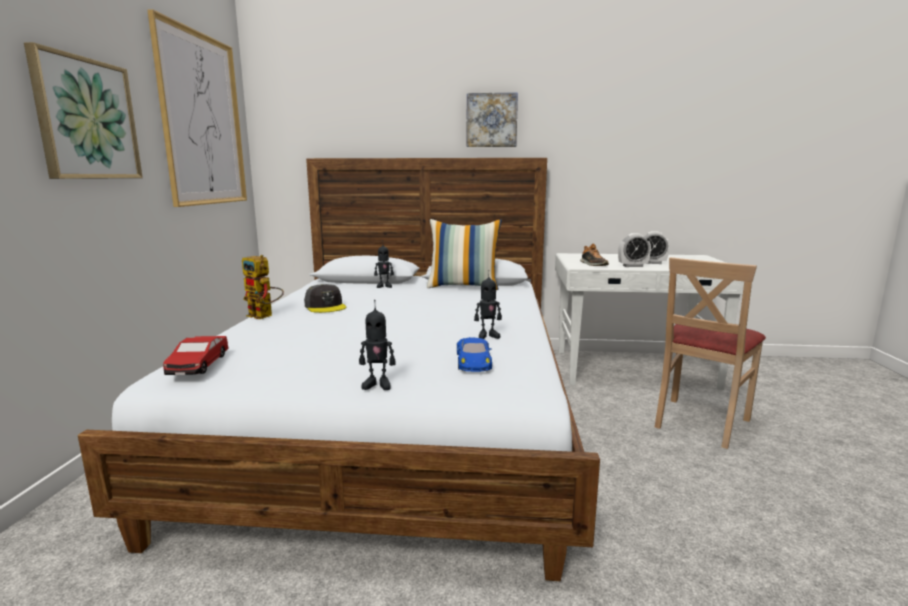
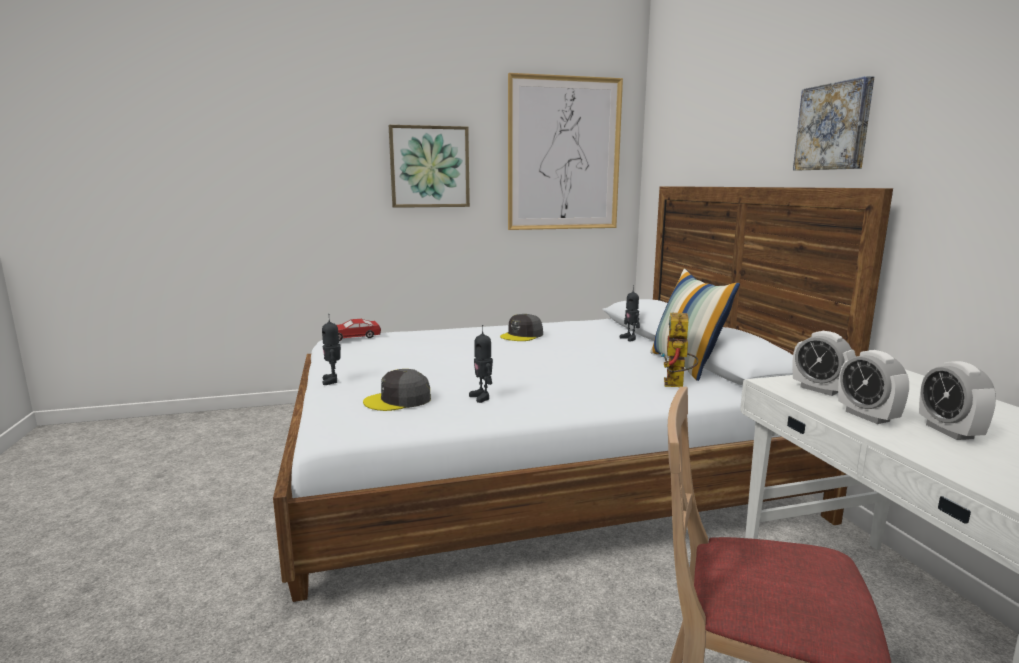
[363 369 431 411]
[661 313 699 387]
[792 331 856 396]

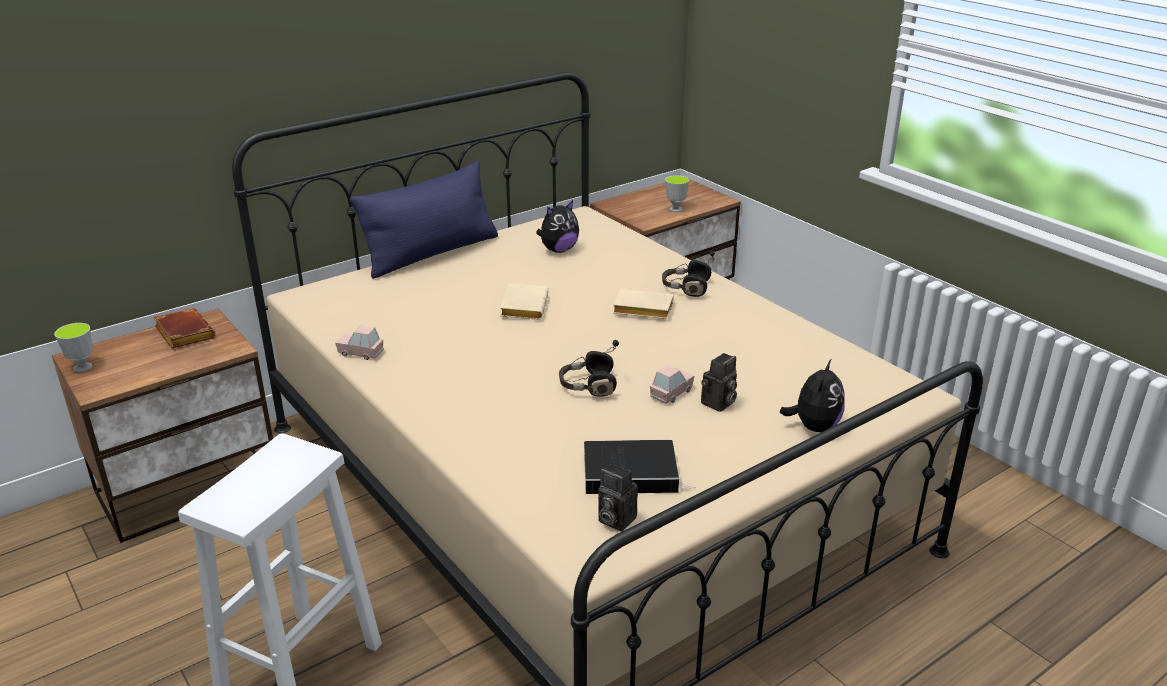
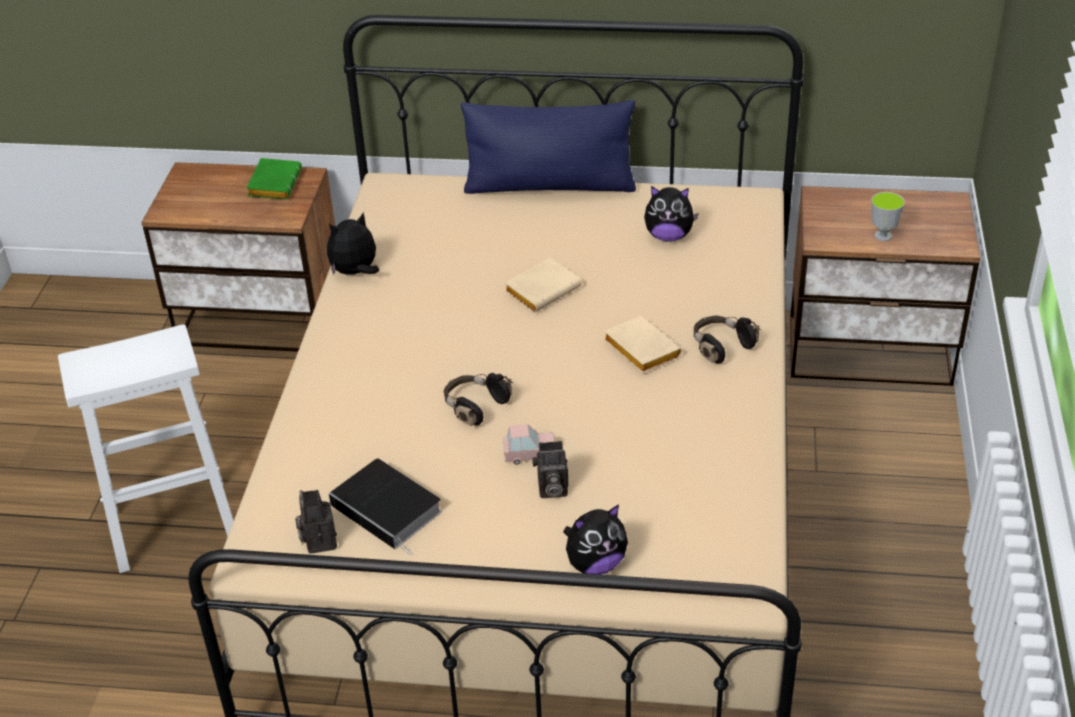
[246 158 302 200]
[327 212 379 275]
[54 323 93 372] (first image)

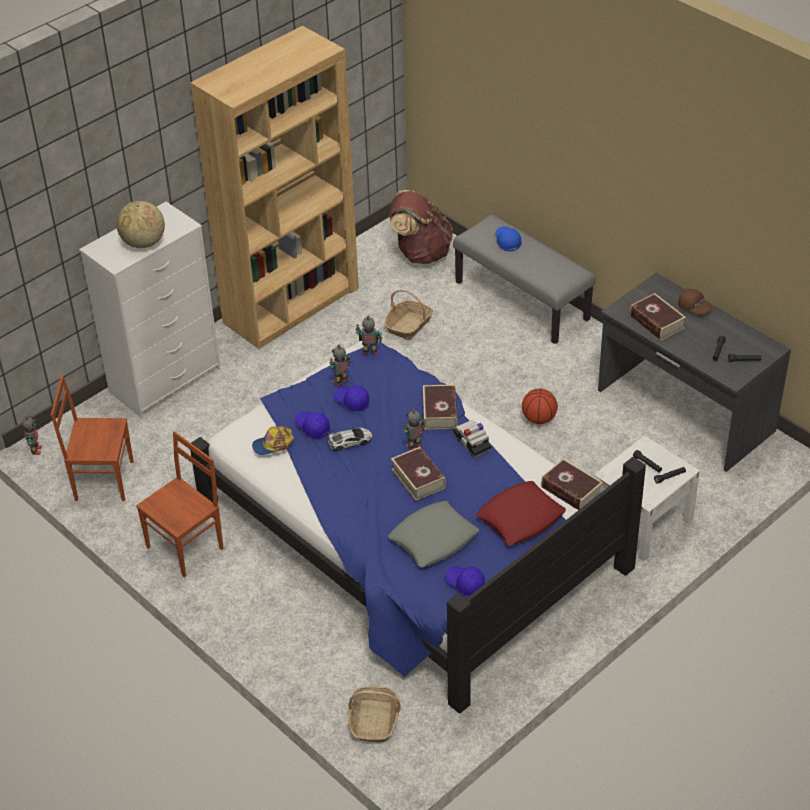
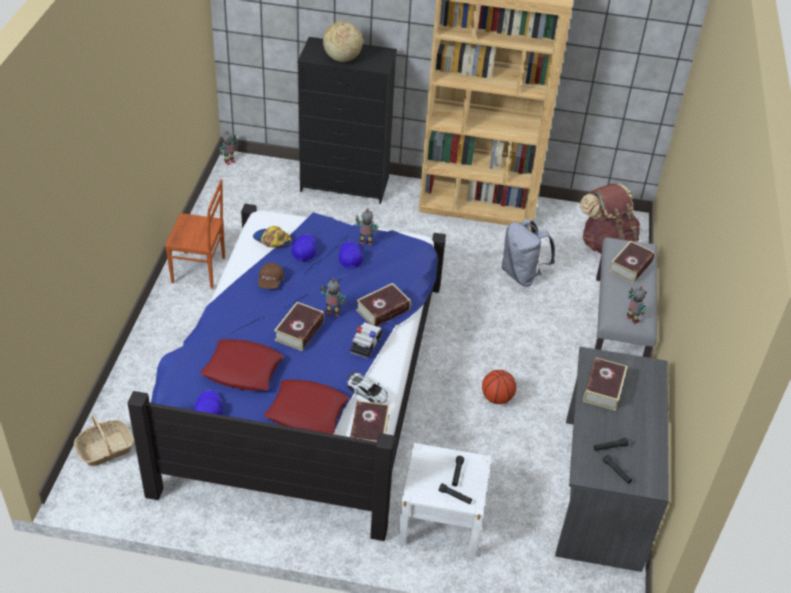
[200 339 284 391]
[258 263 284 289]
[298 37 397 204]
[347 372 388 404]
[502 219 555 286]
[609 241 655 283]
[627 286 647 324]
[51 375 133 501] (first image)

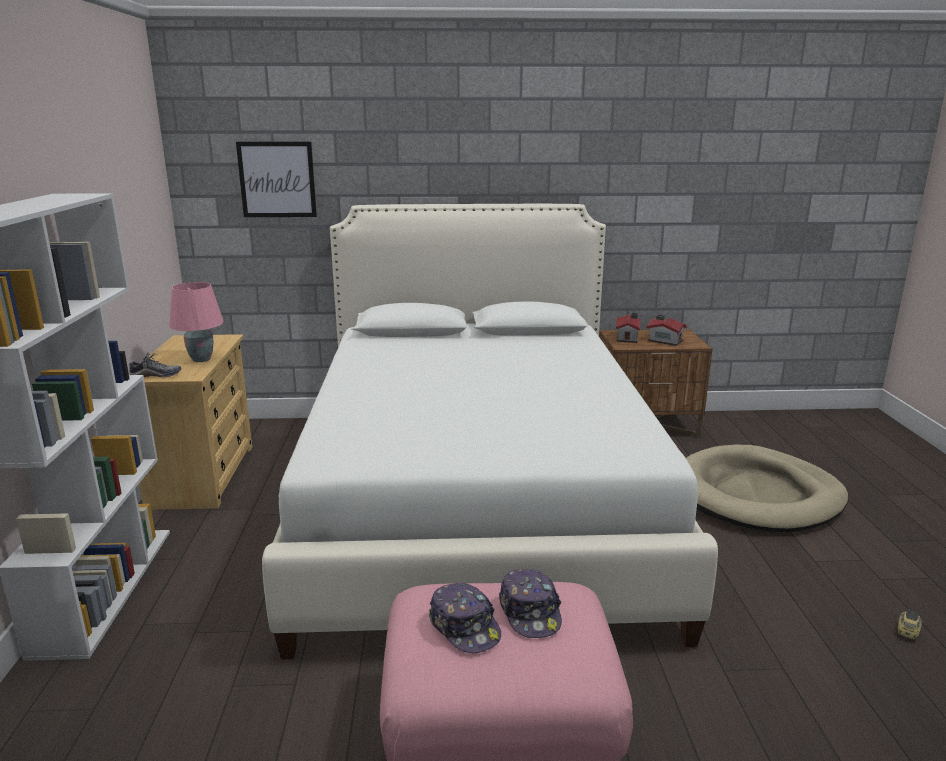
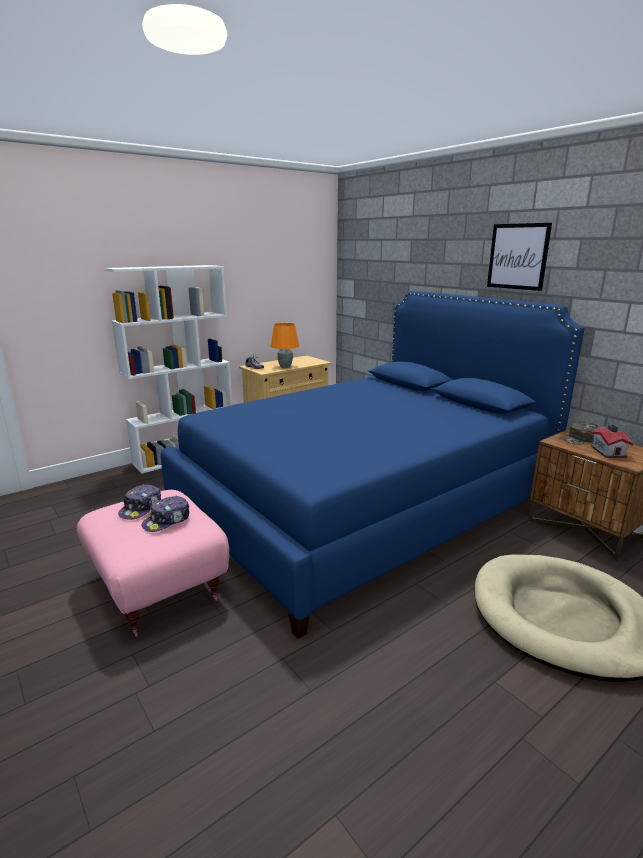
[161 291 585 638]
[271 323 299 368]
[487 223 552 291]
[559 422 600 445]
[898 609 923 640] (first image)

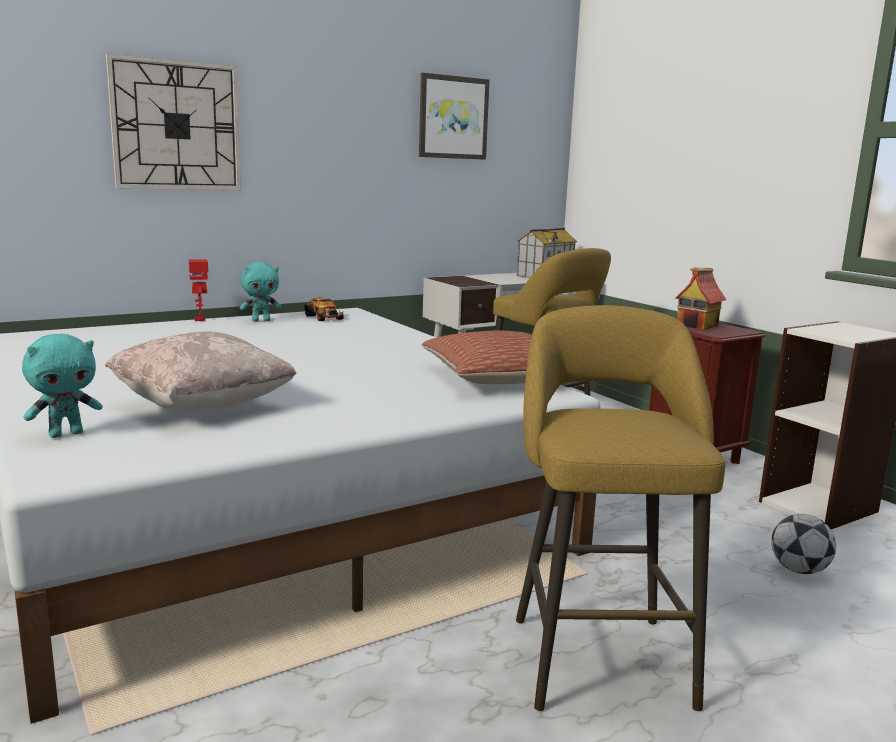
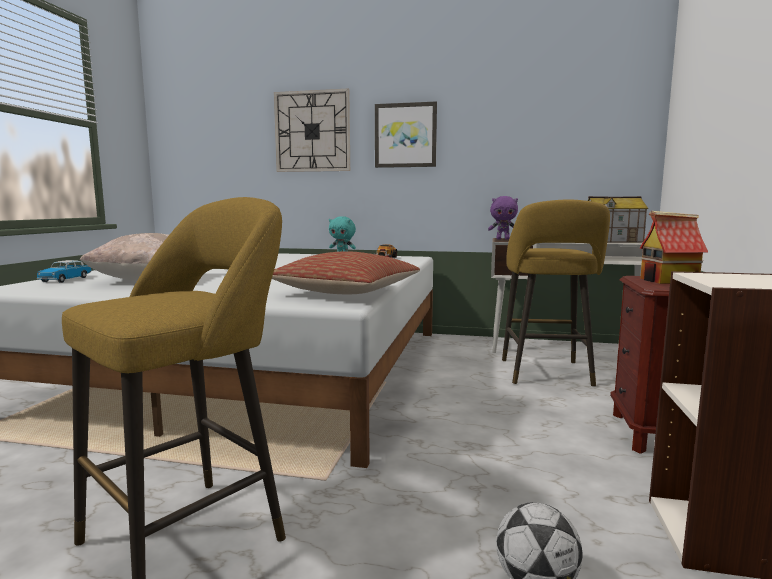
[36 260 92 283]
[375 101 437 168]
[488 196 518 240]
[188 259 208 321] (first image)

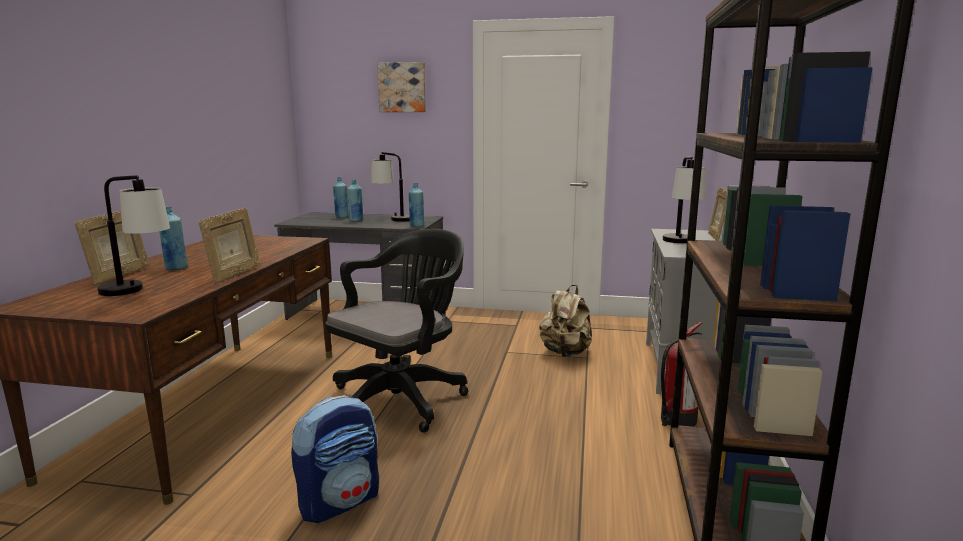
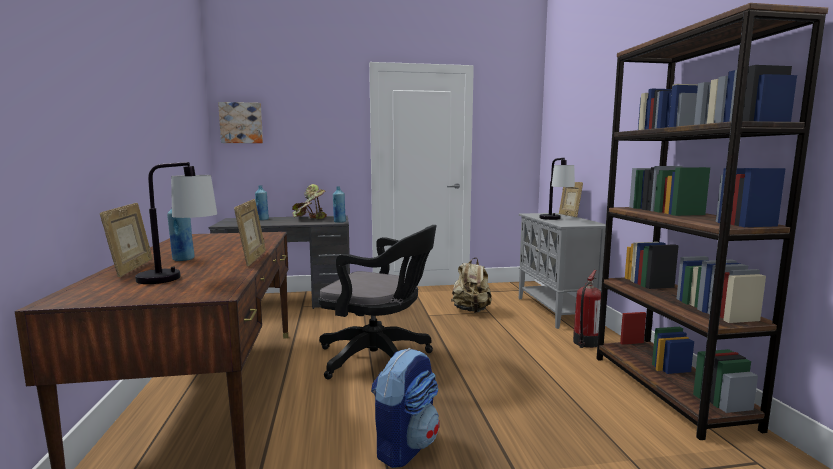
[218 102 263 143]
[292 184 327 219]
[318 225 437 380]
[347 180 363 221] (first image)

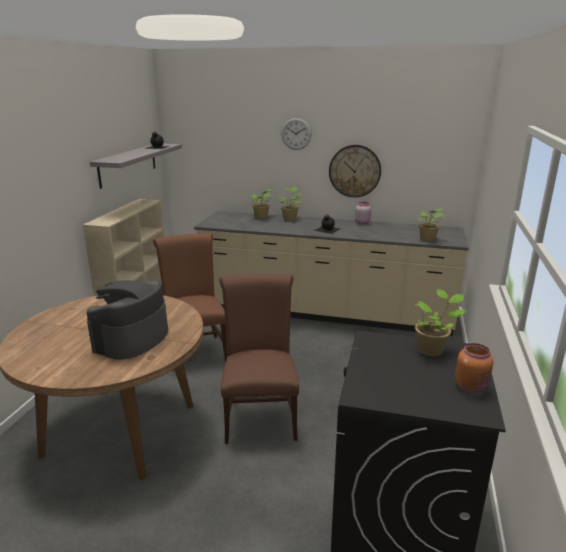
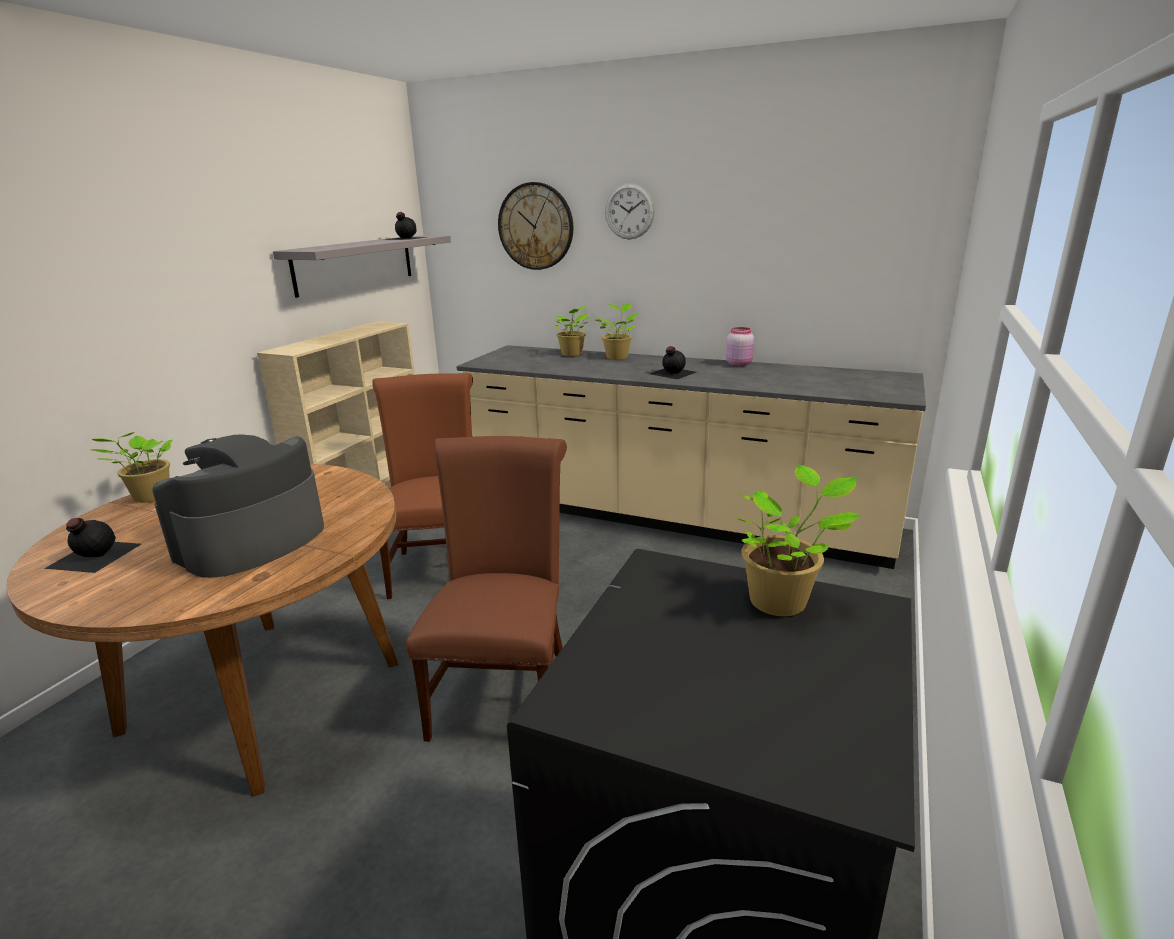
[44 518 141 573]
[92 432 173 503]
[498 182 573 270]
[455 343 493 393] (first image)

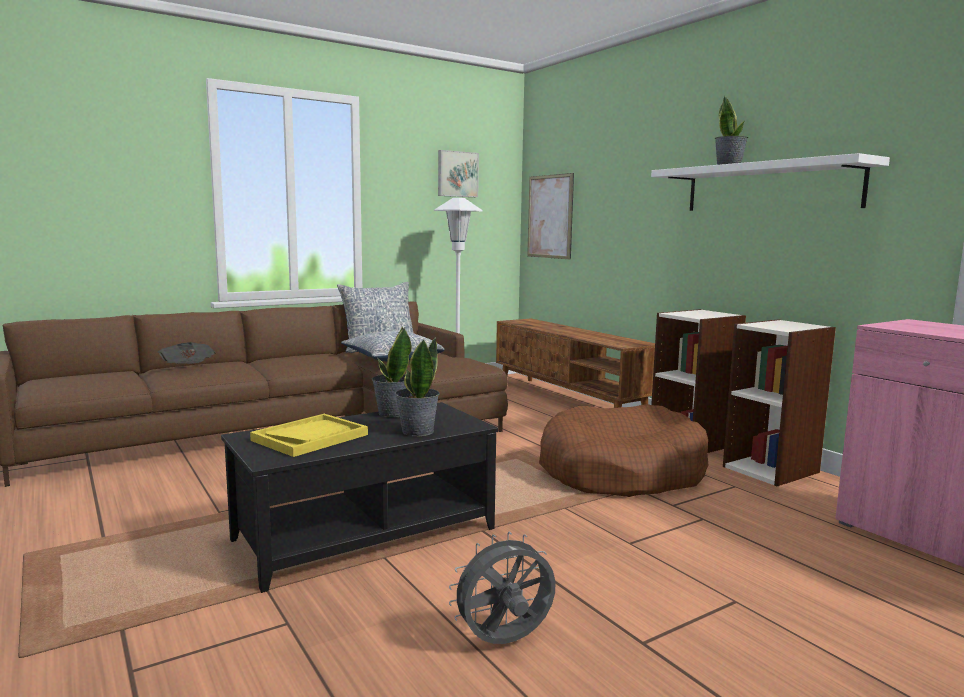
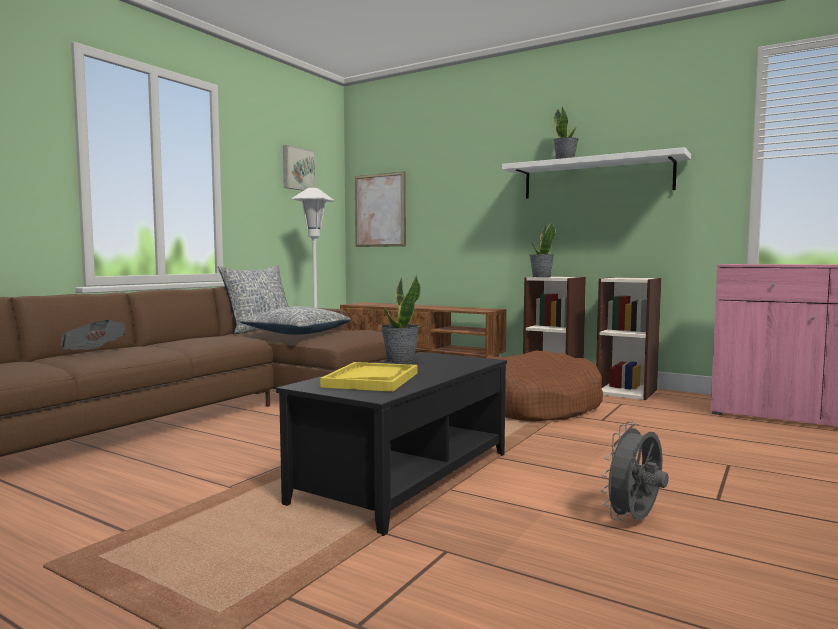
[530 222 555 277]

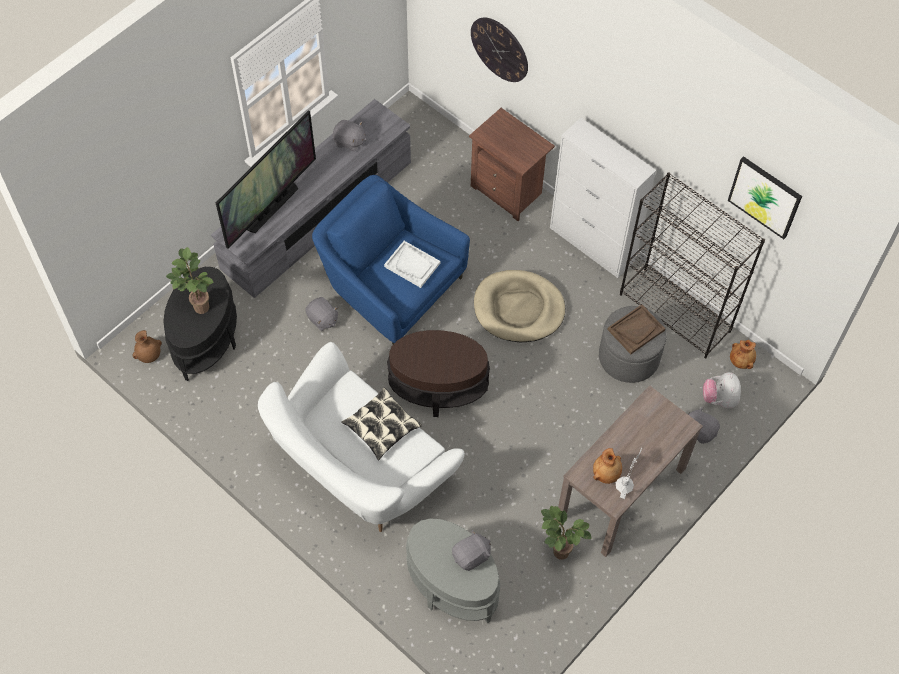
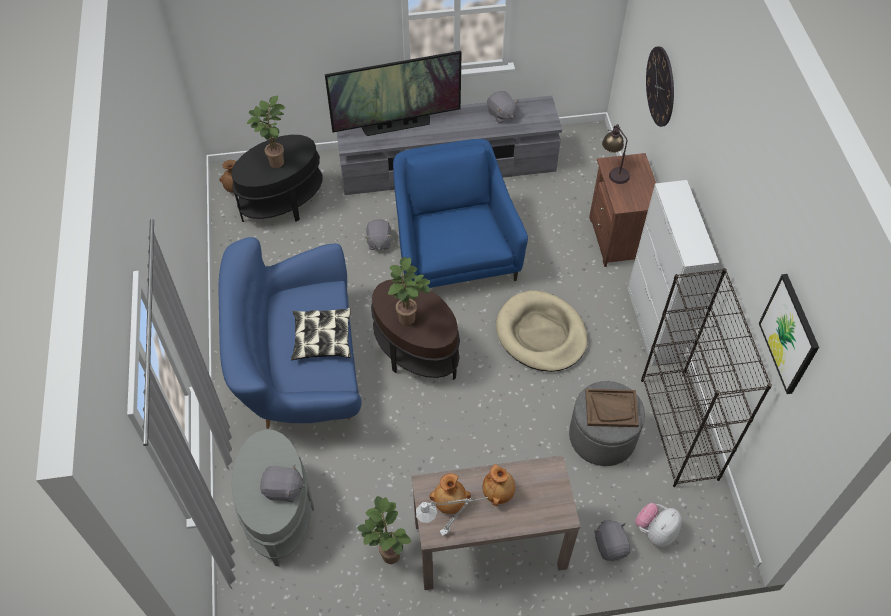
[219 237 362 429]
[388 257 430 326]
[483 464 515 506]
[602 124 630 184]
[384 241 440 288] (first image)

